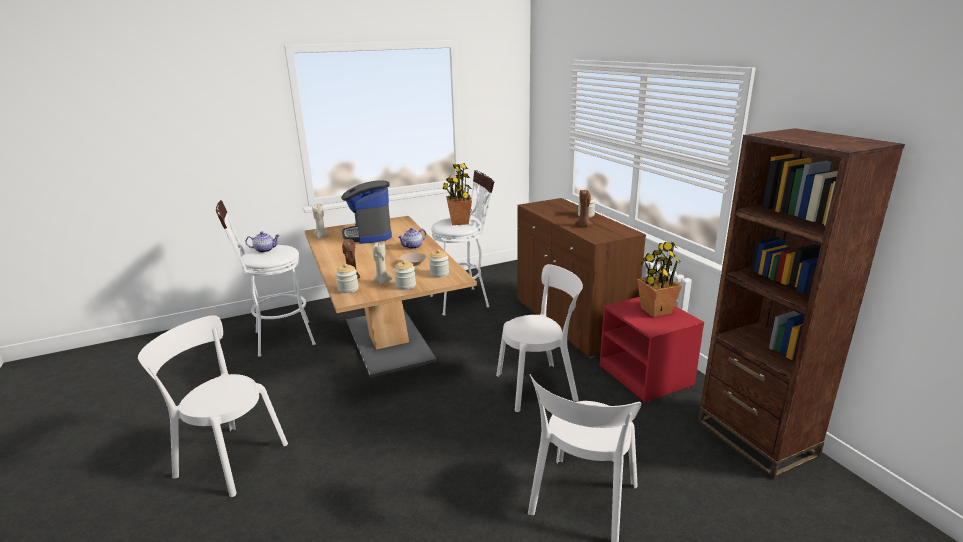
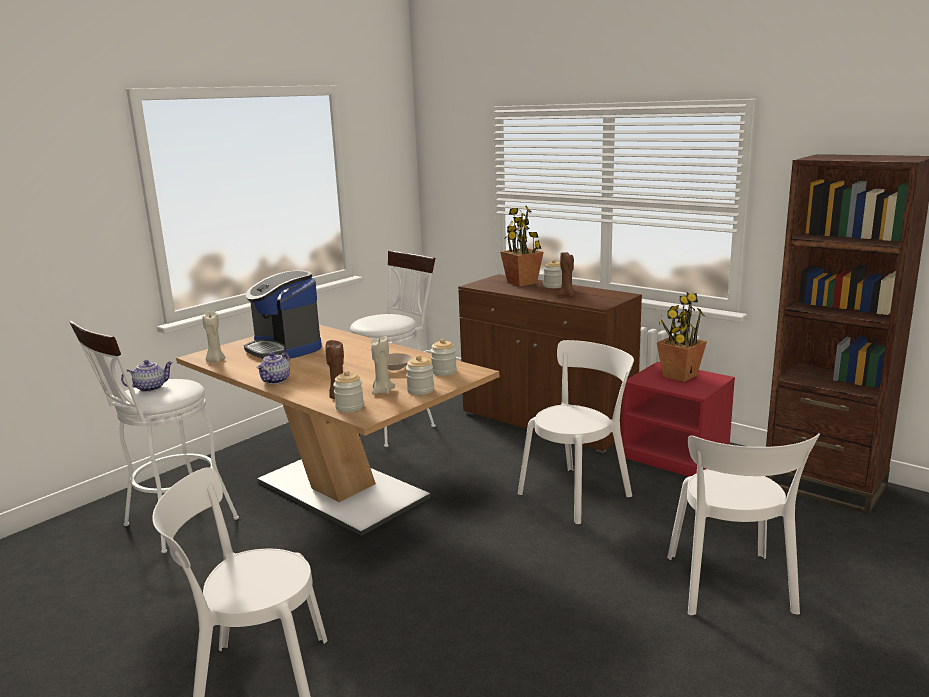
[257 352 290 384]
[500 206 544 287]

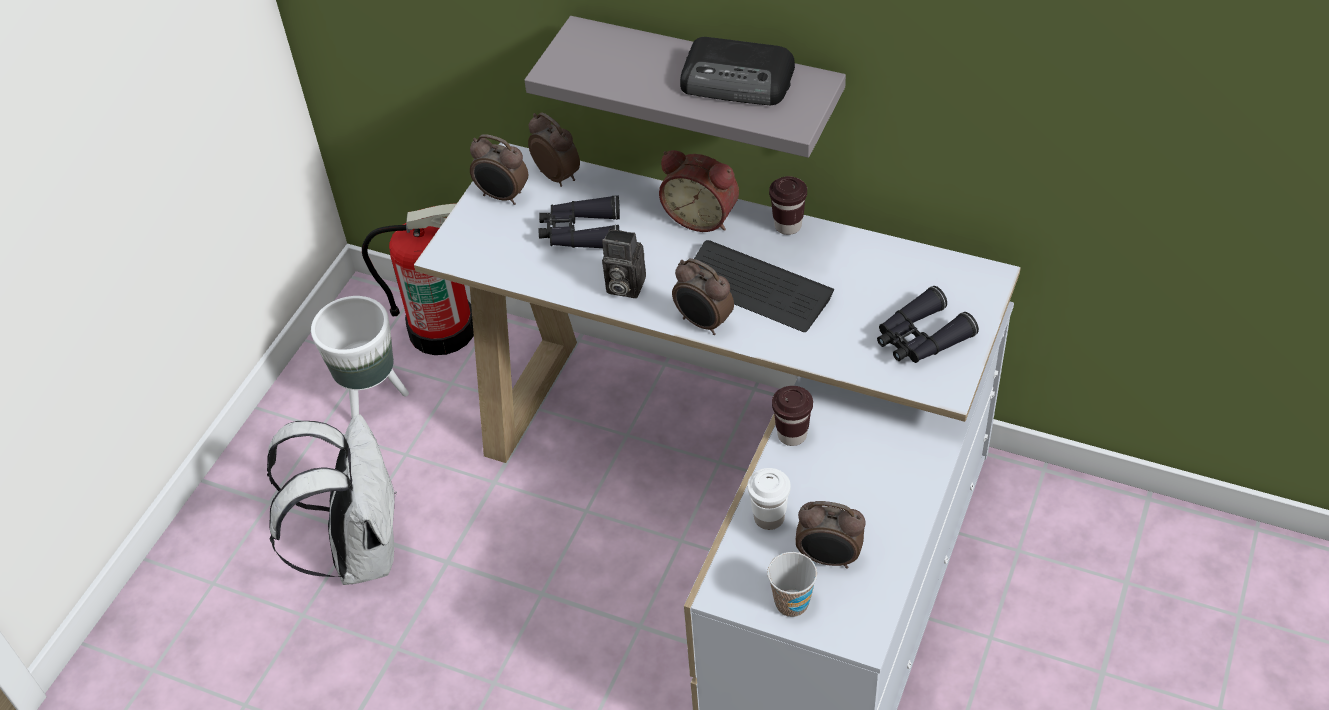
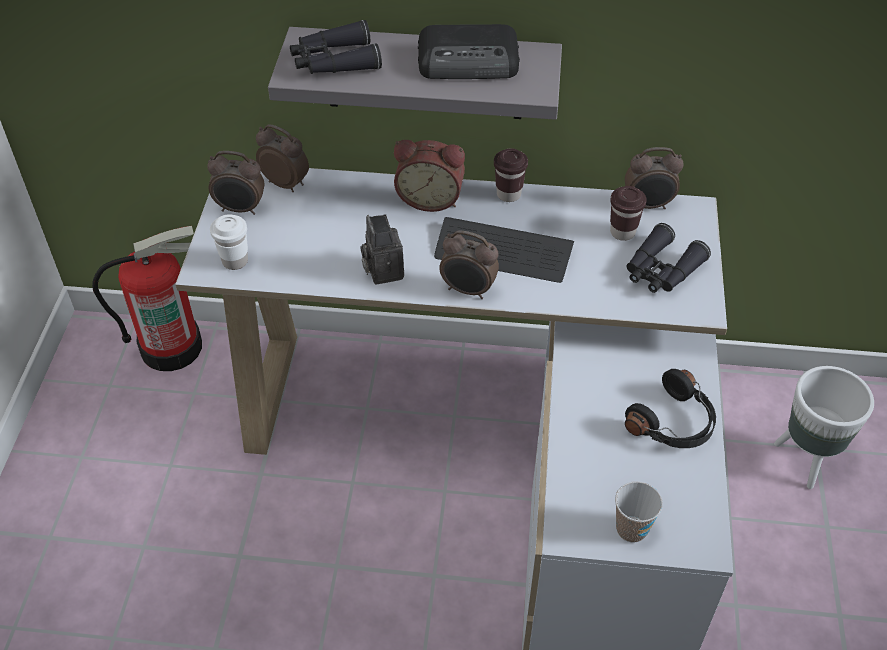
[210 214 248 270]
[290 20 382 74]
[360 214 404 285]
[610 186 647 241]
[625 147 684 209]
[625 369 716 448]
[774 366 874 489]
[267 414 397 585] (first image)

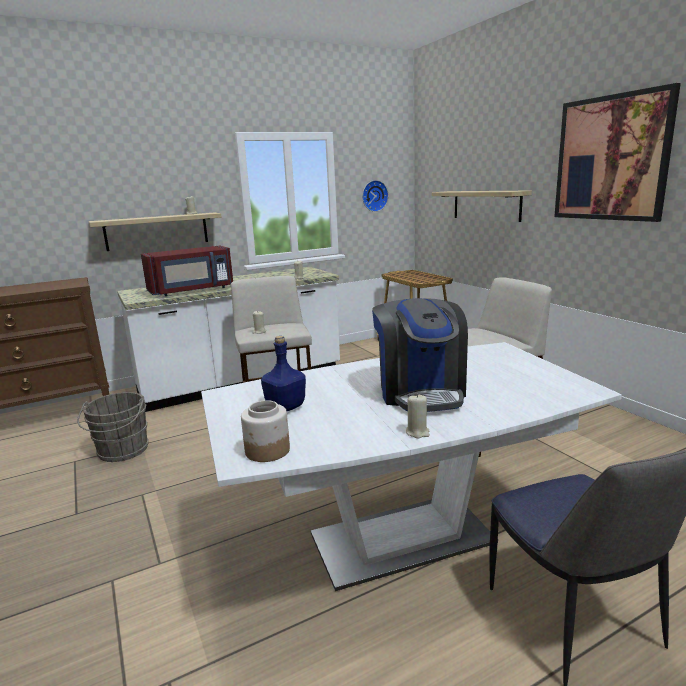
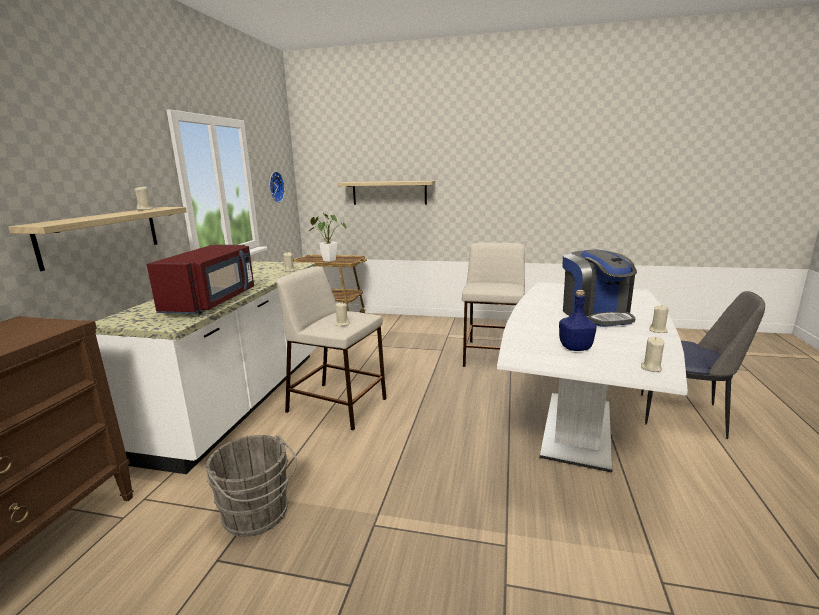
[309 213 347 262]
[563 249 637 327]
[641 337 664 372]
[554 83 681 222] (first image)

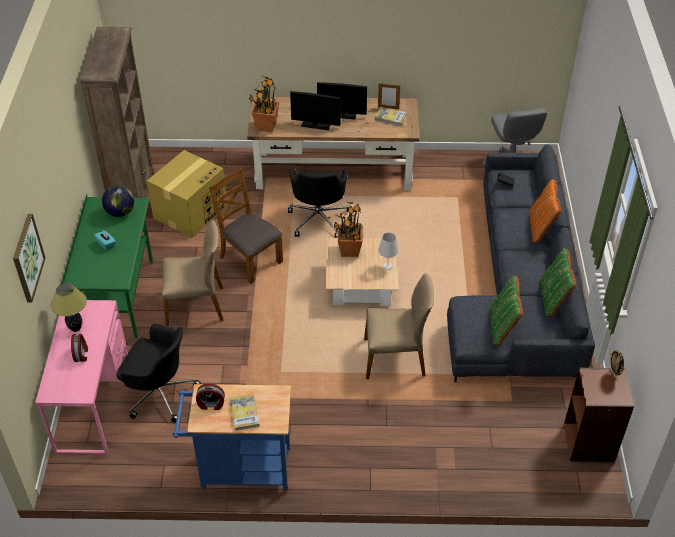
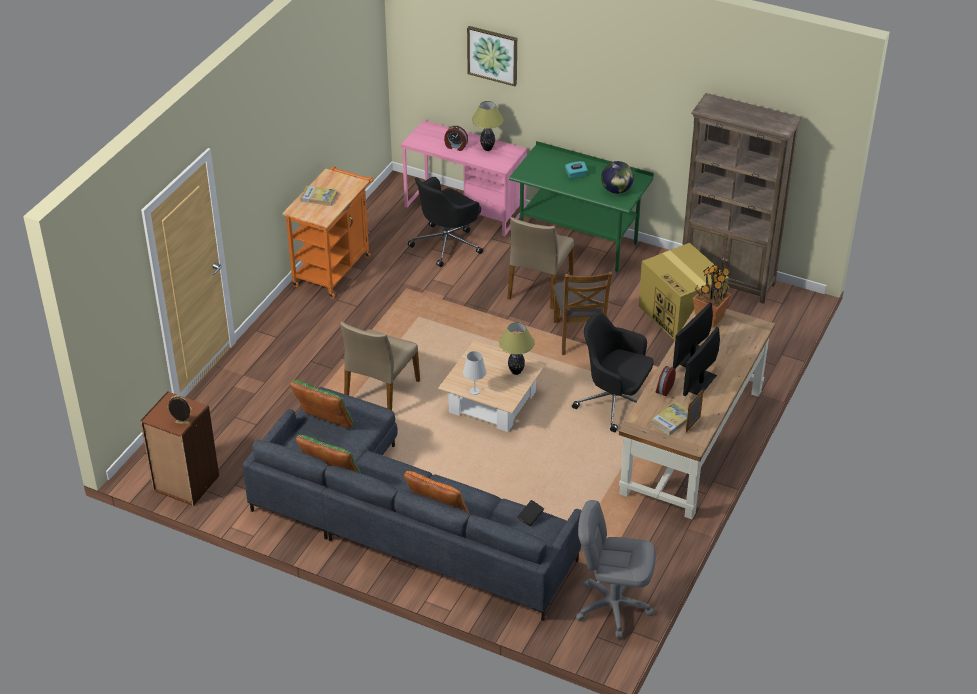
[282 166 373 299]
[499 322 535 375]
[553 271 612 355]
[656 366 676 396]

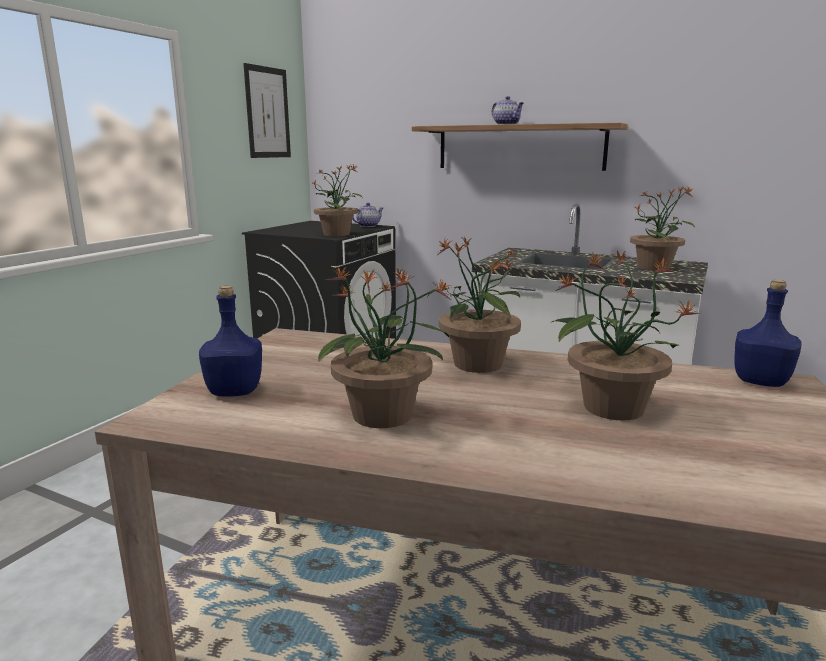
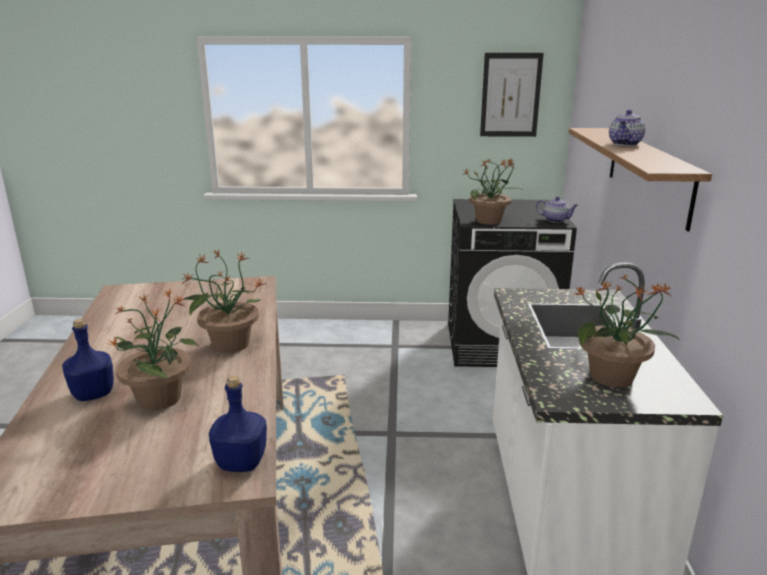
[62 319 113 401]
[318 267 452 428] (first image)

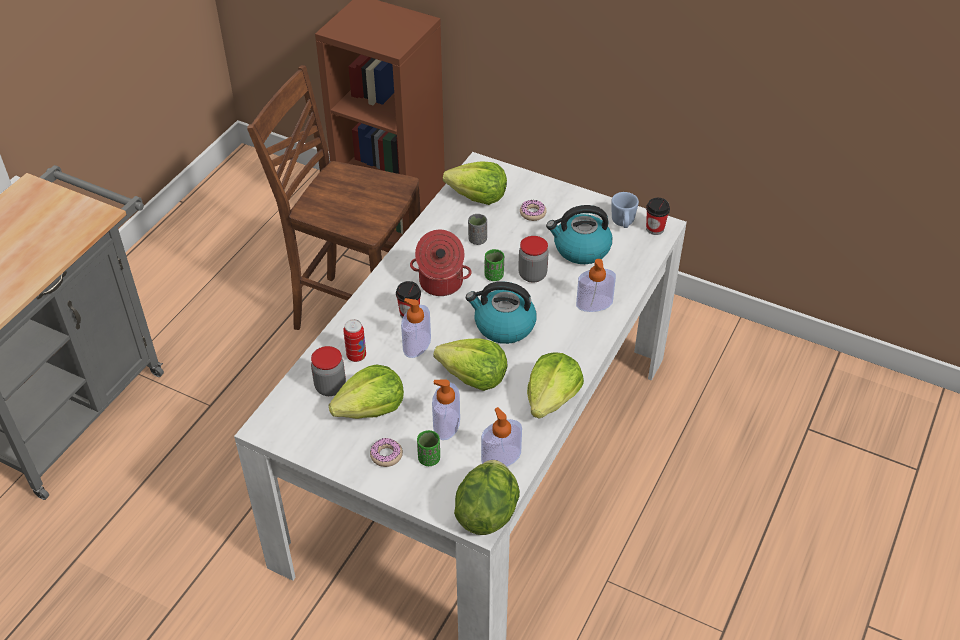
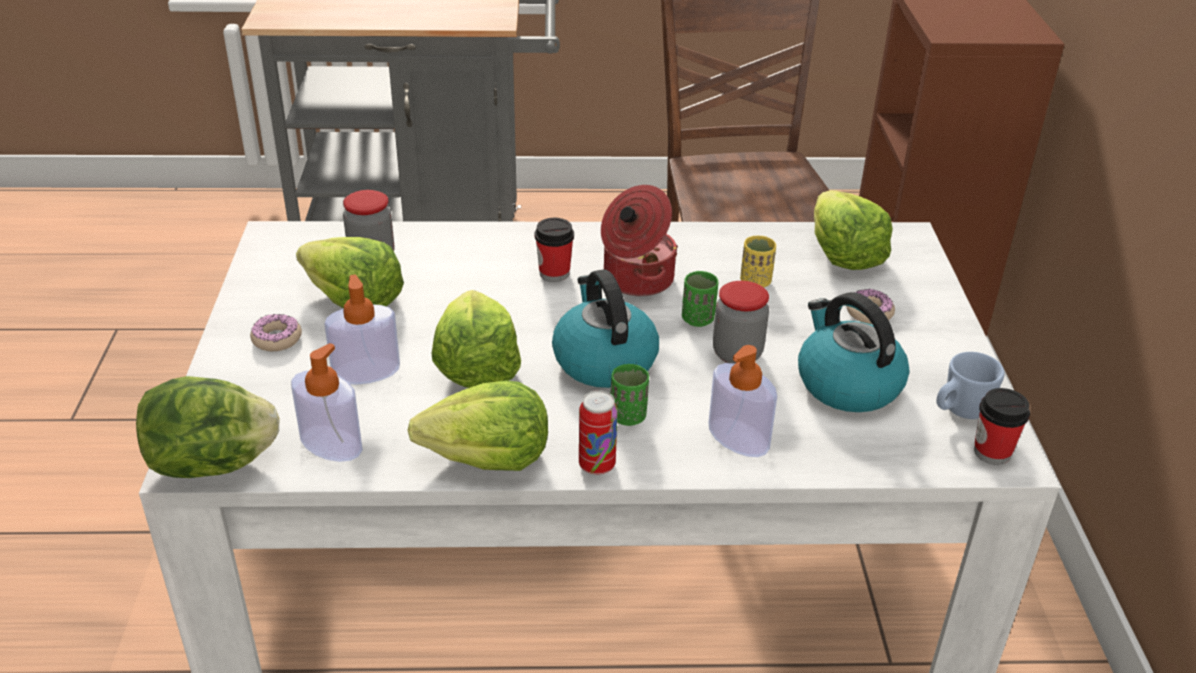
[579 390 618 475]
[611 363 649 426]
[740 236 776 287]
[401 298 431 358] (first image)

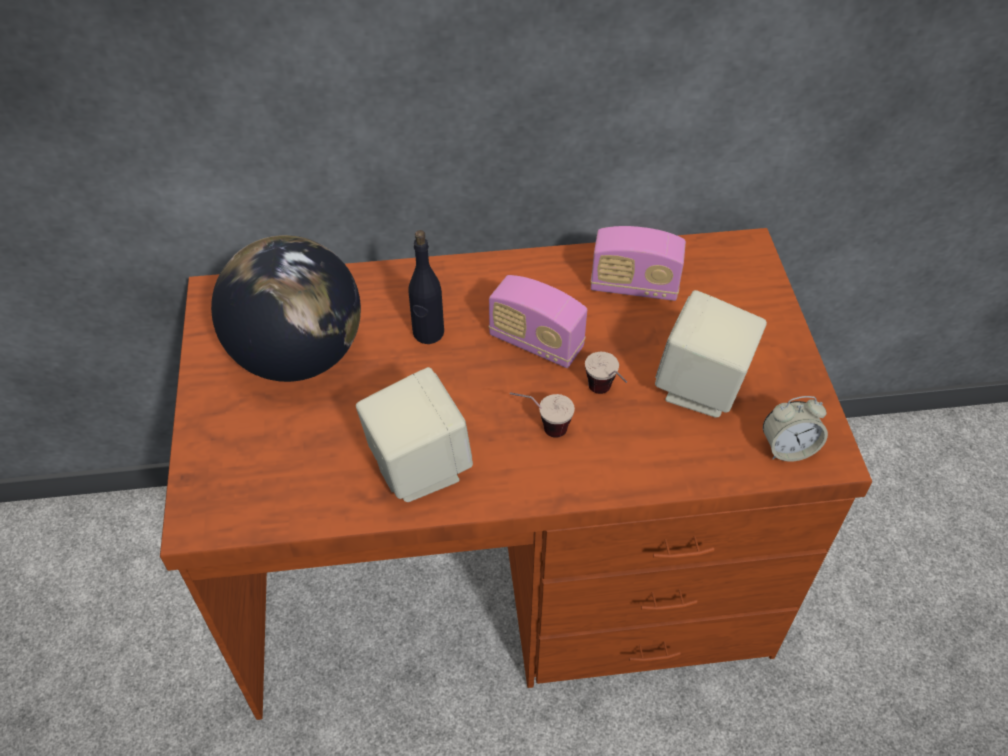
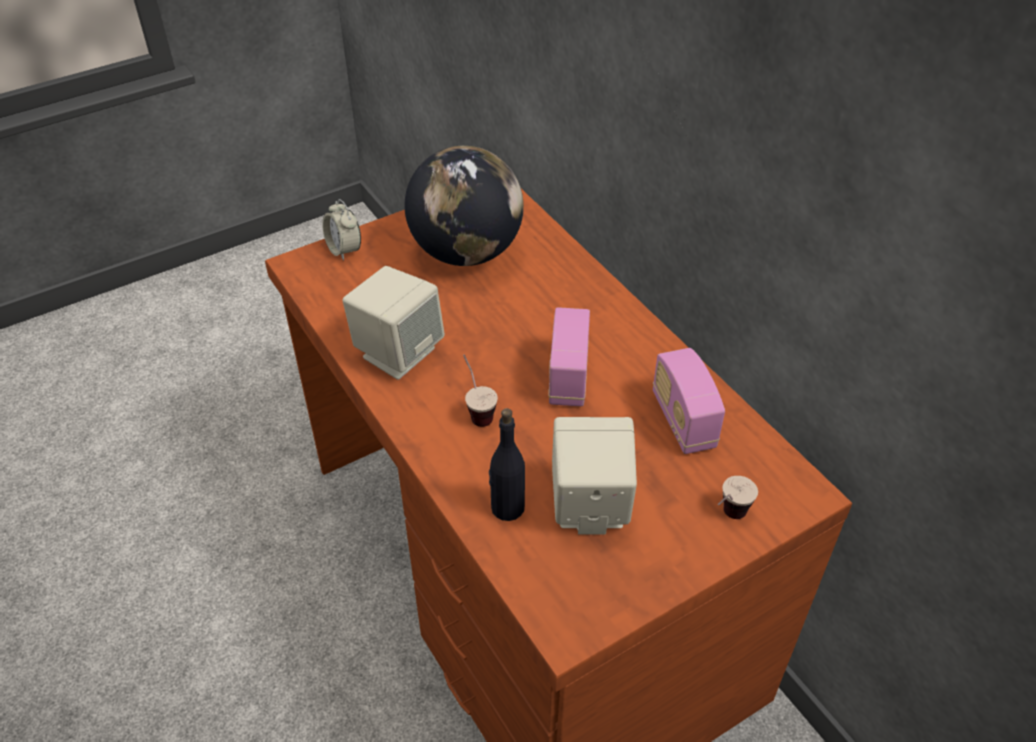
[322 199 361 261]
[489 408 525 521]
[718 476 758 519]

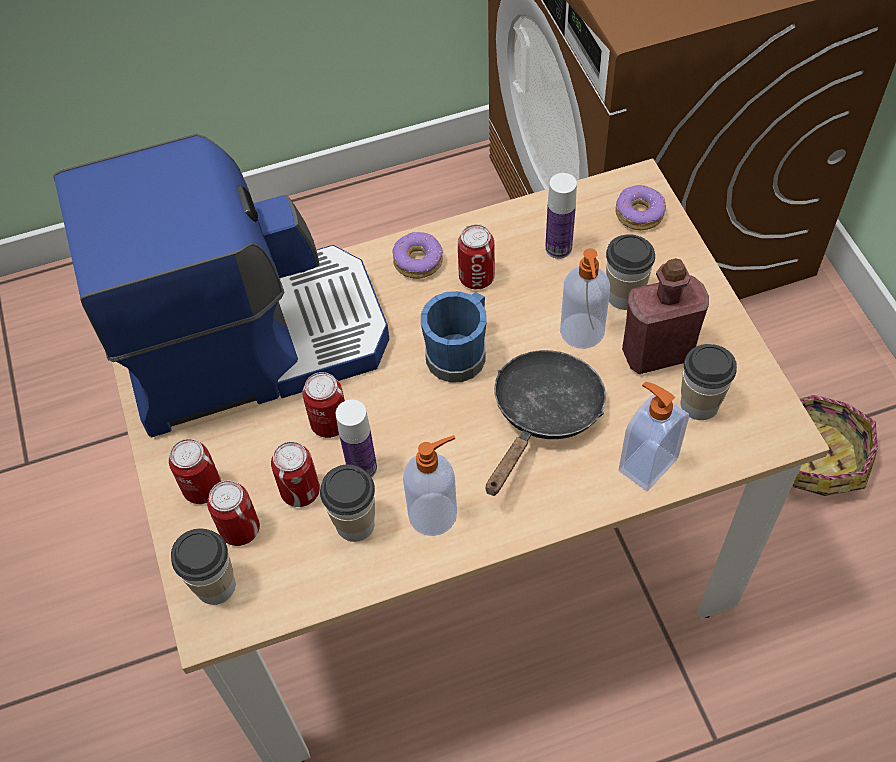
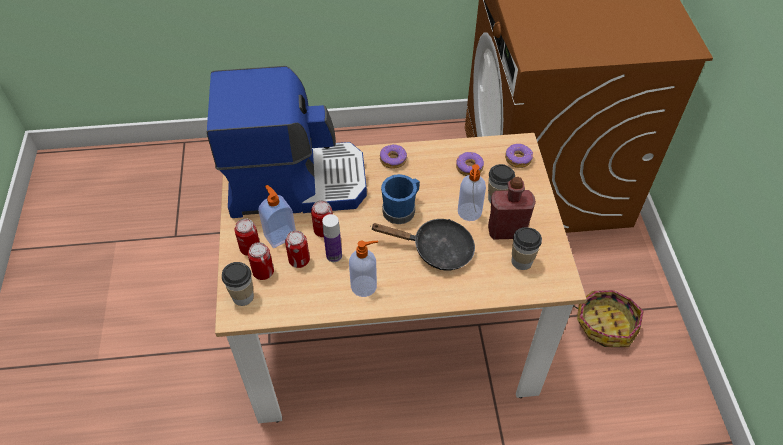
[258 185 296 248]
[370 219 475 270]
[456 152 484 176]
[320 464 375 542] (first image)
[458 224 495 289] (first image)

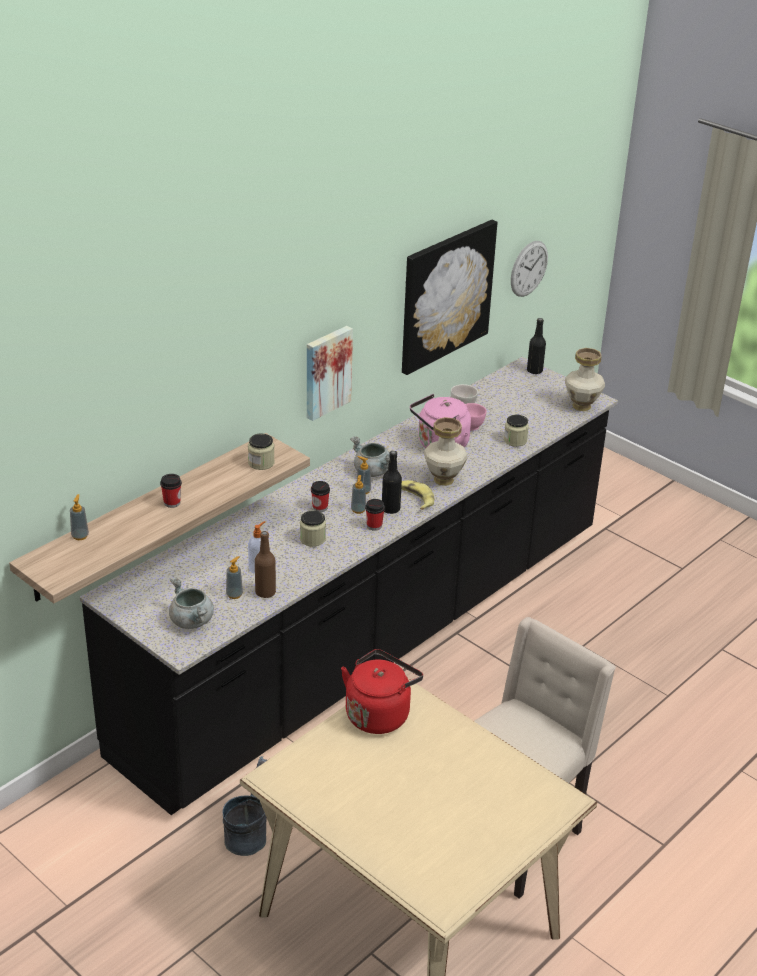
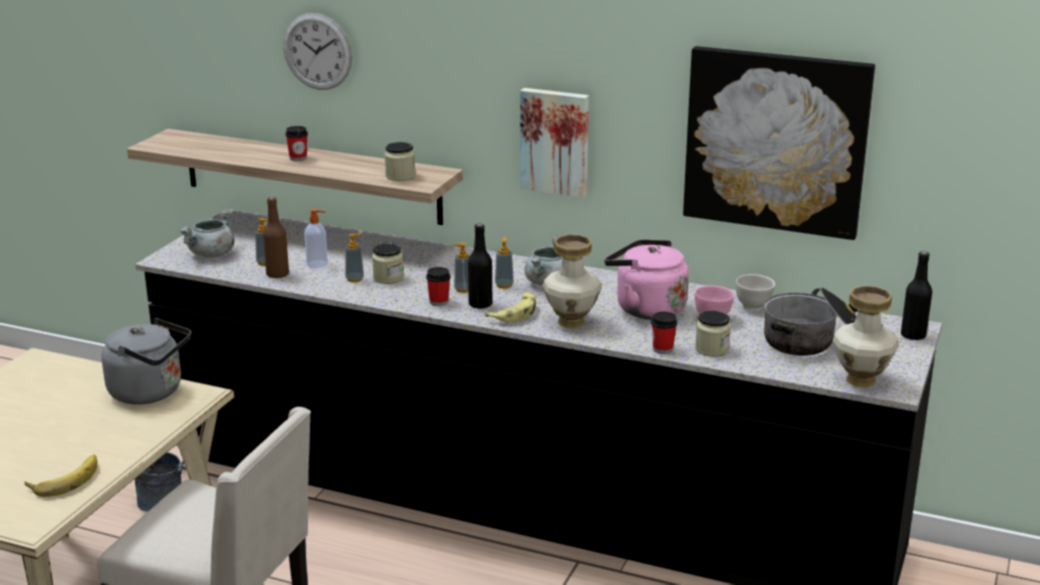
[24 454 98 497]
[102 318 191 405]
[283 13 352 90]
[345 233 364 283]
[651 312 677 354]
[764 287 858 356]

